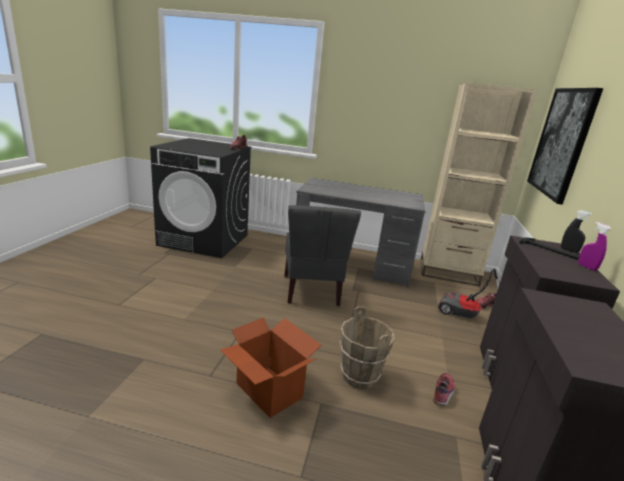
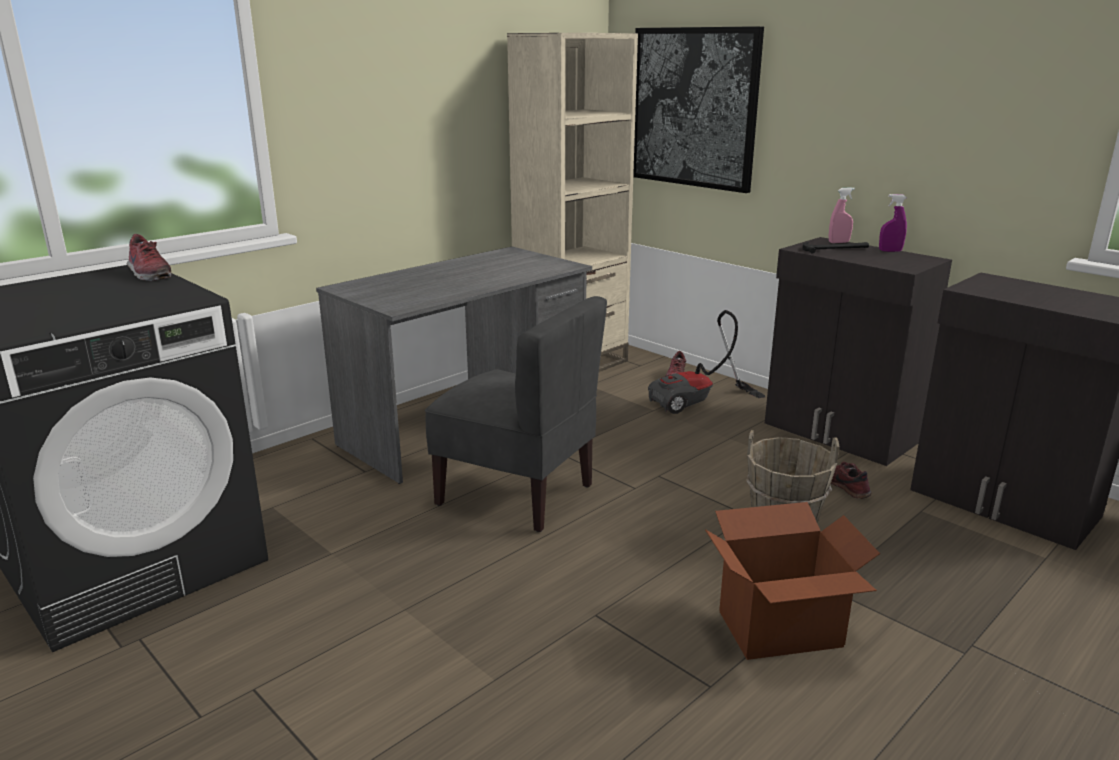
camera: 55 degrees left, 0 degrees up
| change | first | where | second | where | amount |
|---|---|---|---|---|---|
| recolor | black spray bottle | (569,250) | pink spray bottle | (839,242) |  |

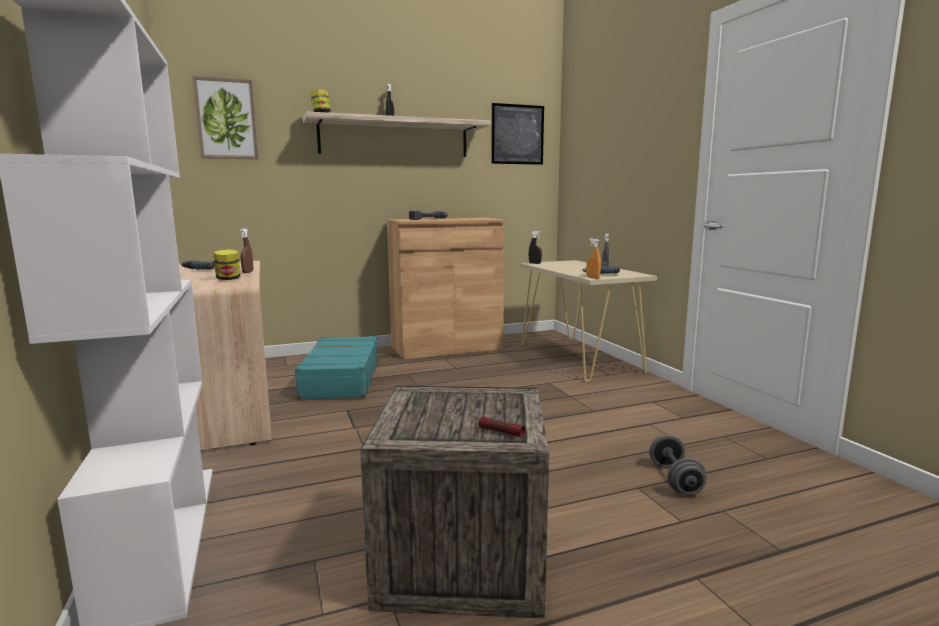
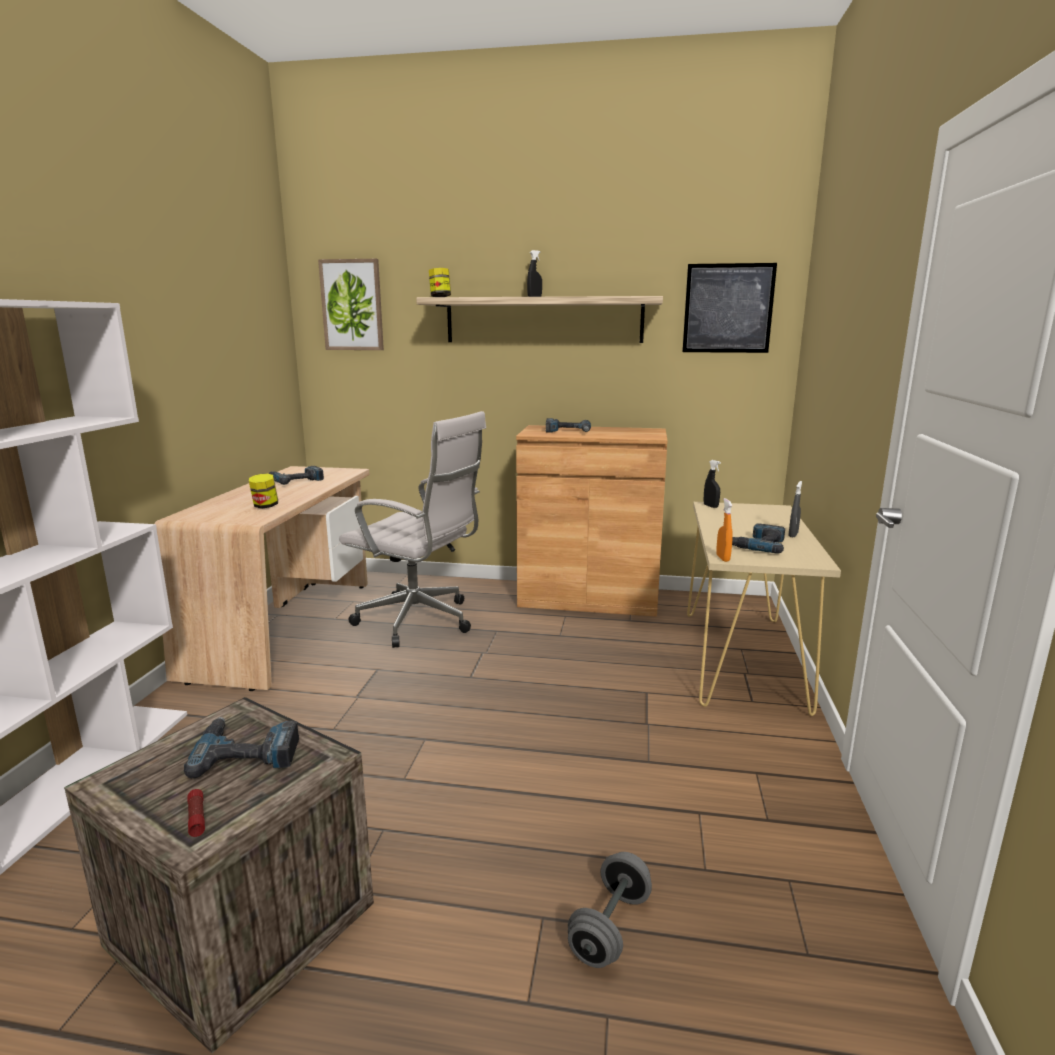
camera: 30 degrees right, 5 degrees up
| change | first | where | second | where | amount |
|---|---|---|---|---|---|
| delete | brown spray bottle | (248,272) |  |  |  |
| replace | turquoise suitcase | (340,379) | white office chair | (420,622) |  |
| insert |  |  | power drill | (247,751) |  |

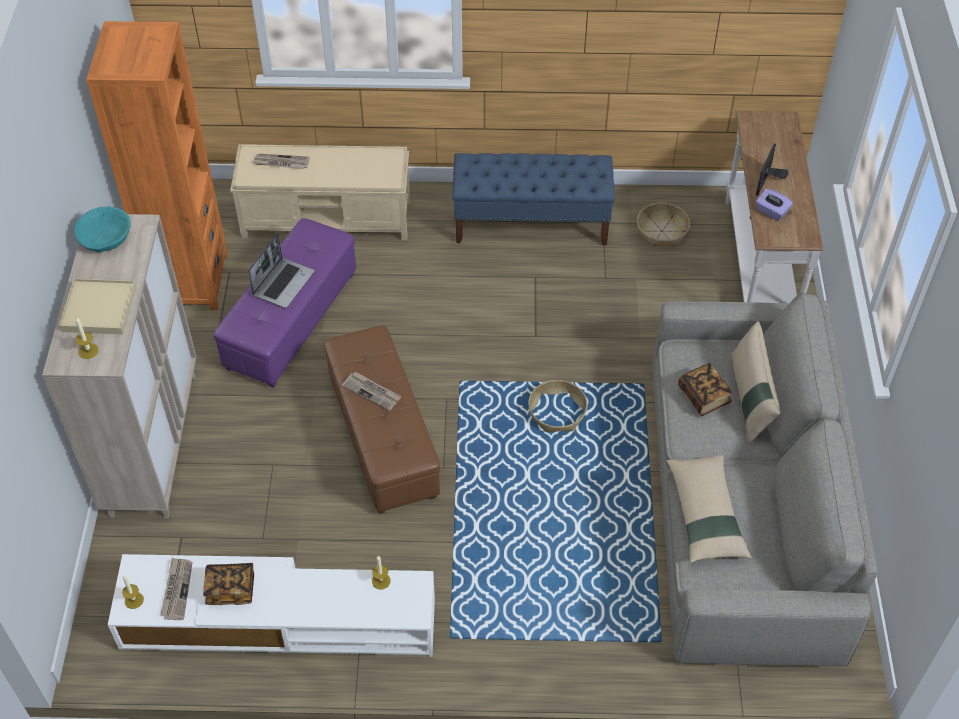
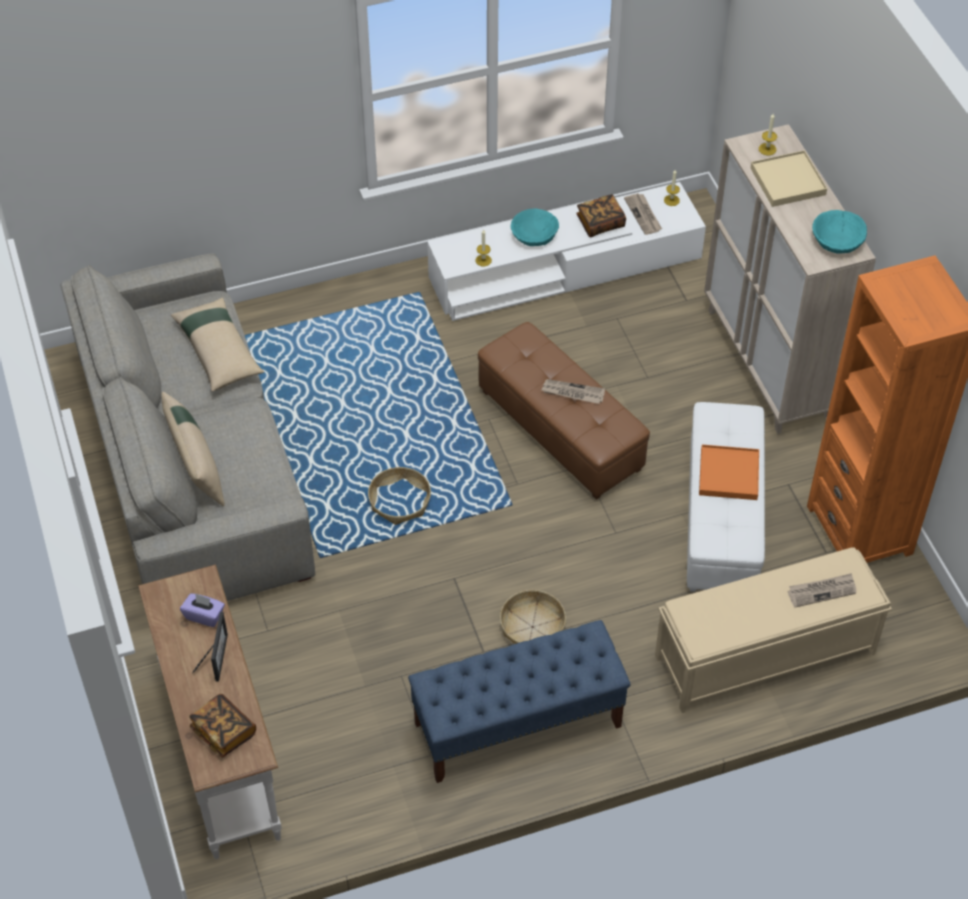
camera: 160 degrees right, 0 degrees up
| change | first | where | second | where | amount |
|---|---|---|---|---|---|
| move | basket | (662,231) |  | (532,627) |  |
| recolor | purple ottoman | (291,320) | white ottoman | (723,518) |  |
| replace | laptop | (283,283) | orange tray | (729,475) |  |
| move | book | (704,396) |  | (223,732) |  |
| insert |  |  | turquoise bowl | (534,235) |  |

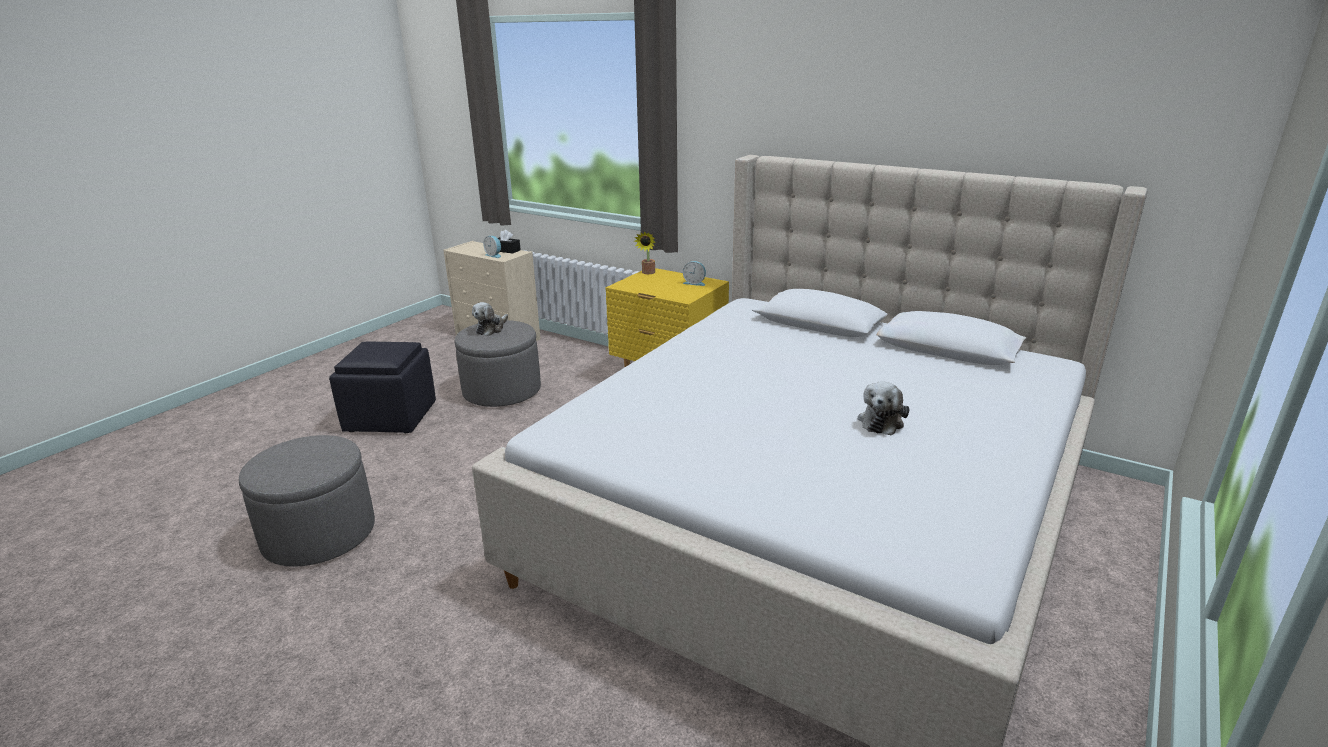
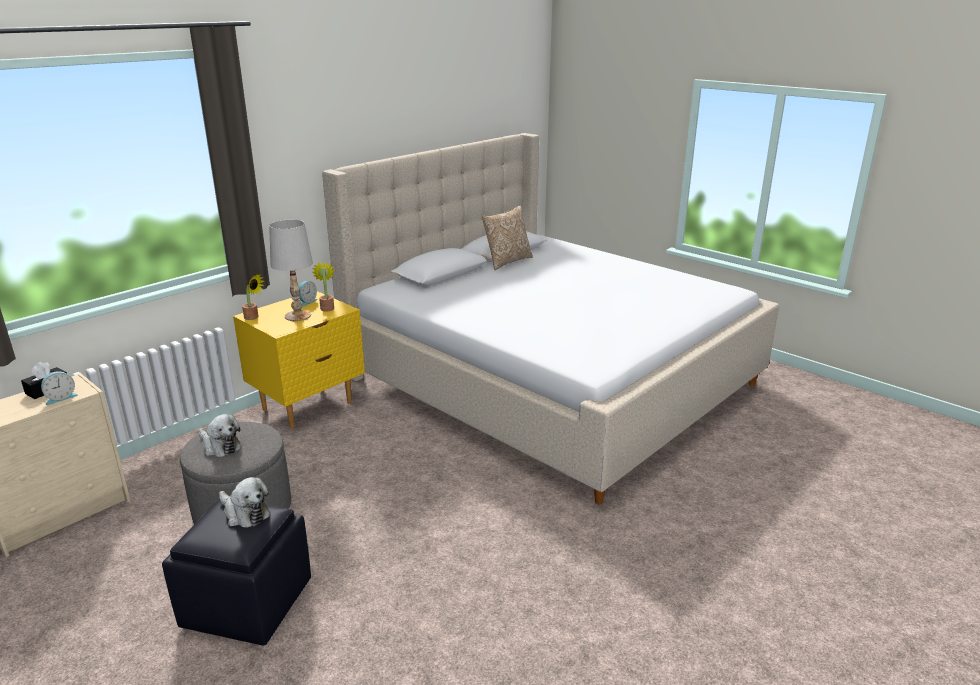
camera: 80 degrees left, 0 degrees up
| change | first | where | second | where | amount |
|---|---|---|---|---|---|
| move | plush toy | (881,421) |  | (245,513) |  |
| delete | grey ottoman | (319,535) |  |  |  |
| insert |  |  | pillow | (507,261) |  |
| insert |  |  | white table lamp | (297,316) |  |
| insert |  |  | potted plant | (327,307) |  |

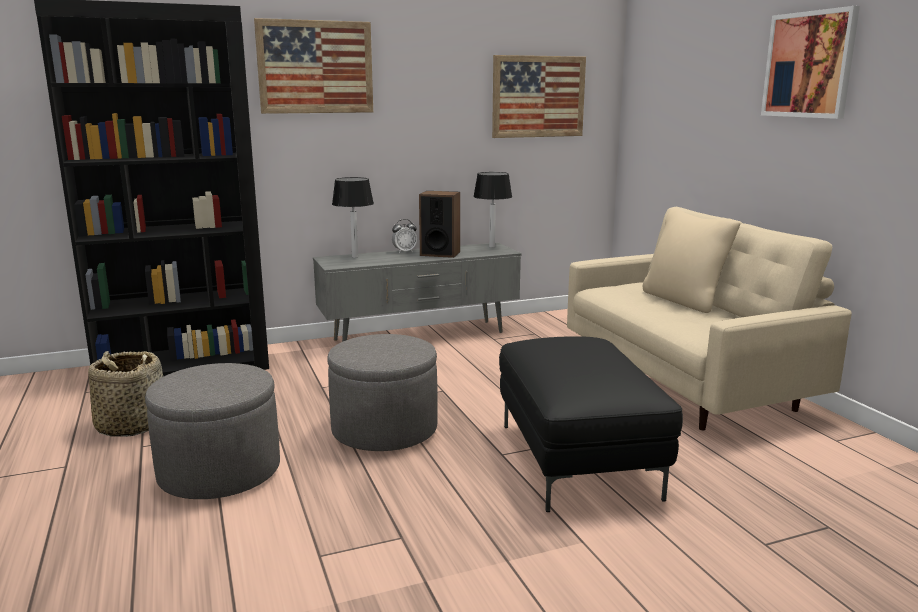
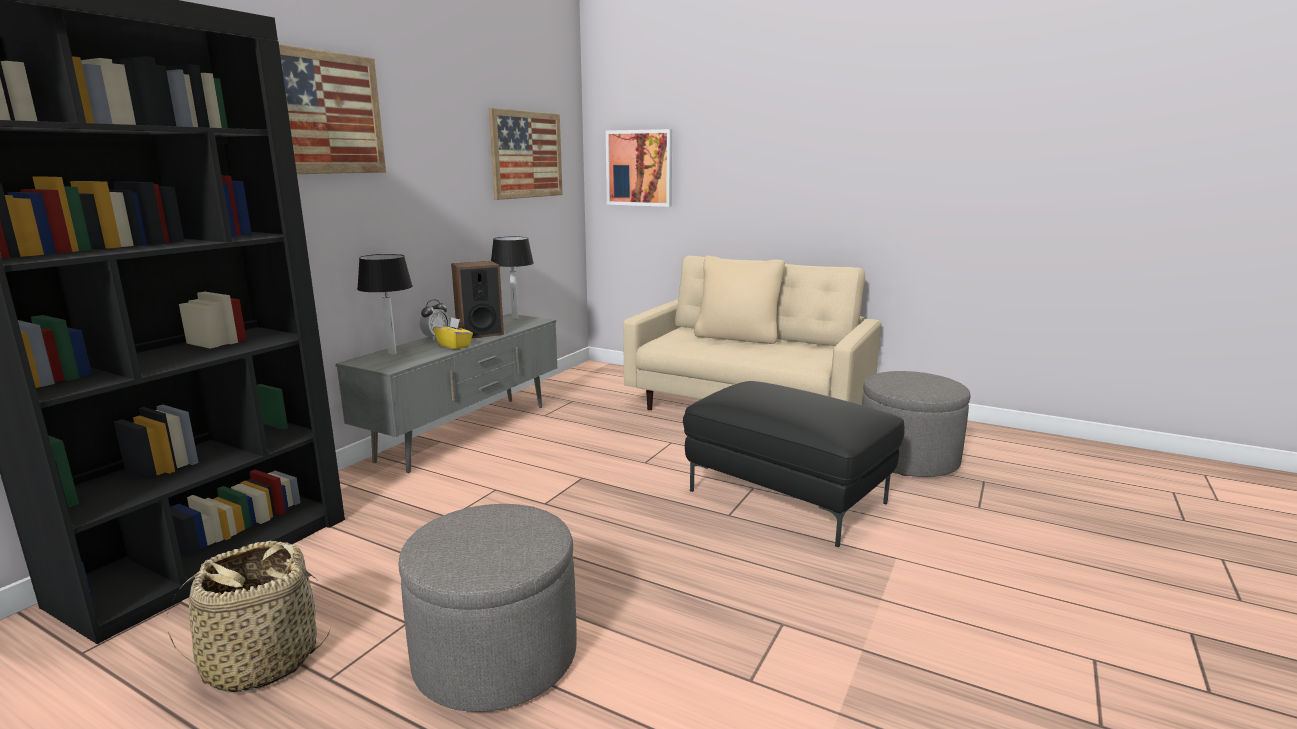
camera: 40 degrees left, 0 degrees up
| change | first | where | second | where | amount |
|---|---|---|---|---|---|
| move | picture | (809,65) |  | (639,168) |  |
| move | grey ottoman | (384,430) |  | (907,459) |  |
| insert |  |  | yellow tissue box | (454,346) |  |

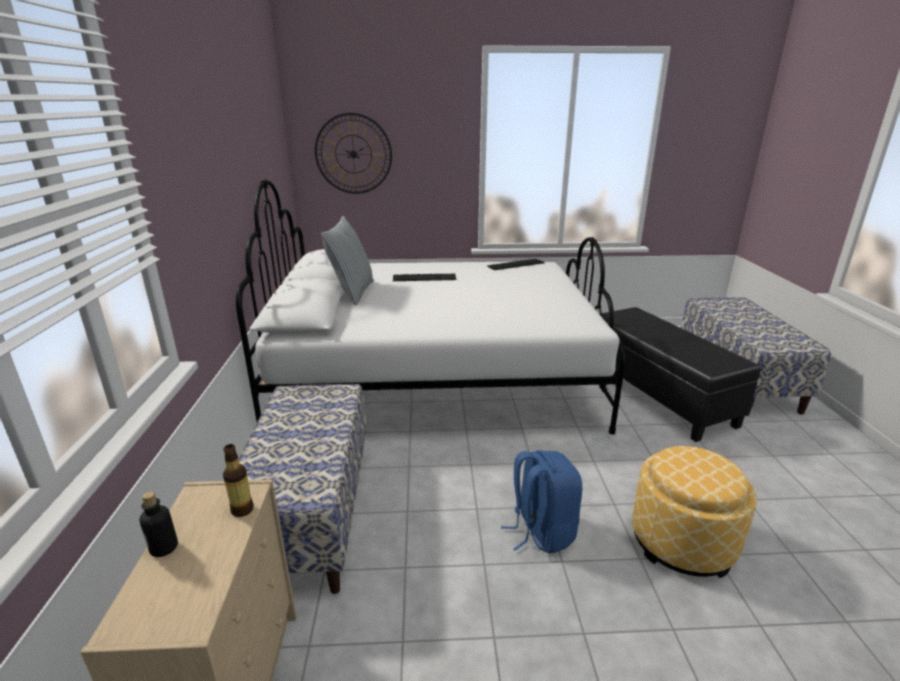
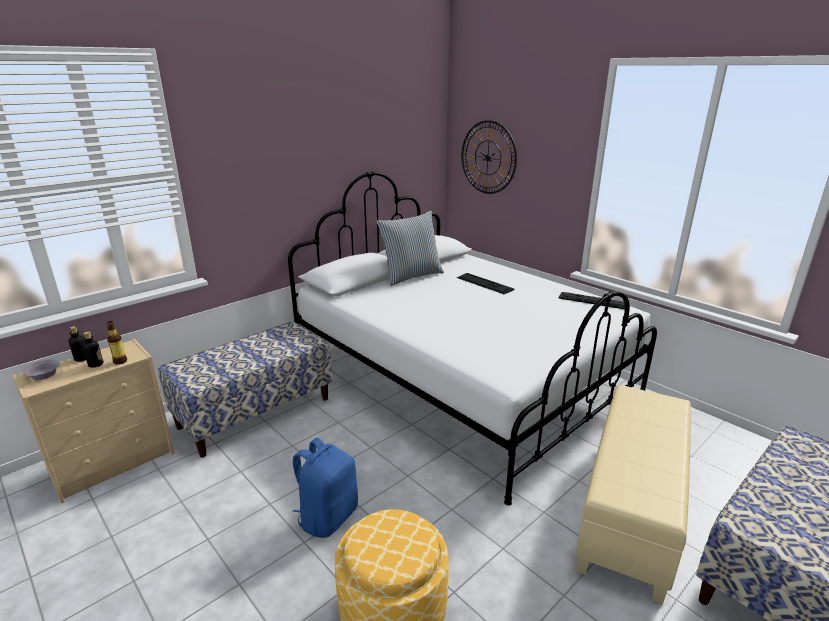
camera: 50 degrees right, 0 degrees up
| change | first | where | second | where | amount |
|---|---|---|---|---|---|
| recolor | black ottoman | (658,395) | beige ottoman | (631,511) |  |
| insert |  |  | bottle | (96,364) |  |
| insert |  |  | grey bowl | (43,375) |  |

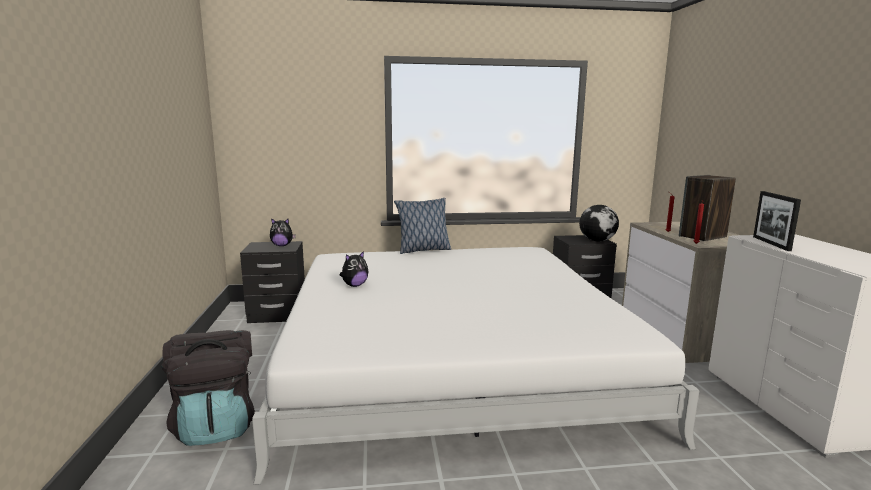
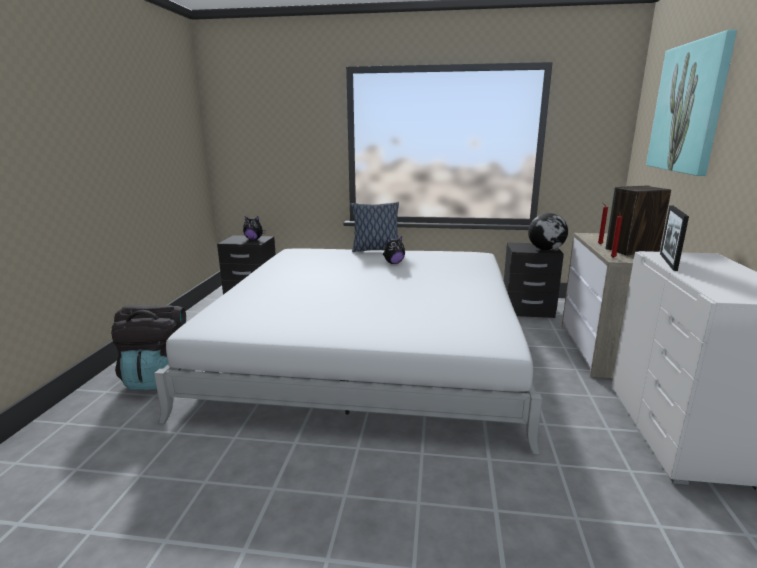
camera: 15 degrees right, 5 degrees up
| change | first | where | second | where | amount |
|---|---|---|---|---|---|
| move | plush toy | (354,285) |  | (393,263) |  |
| insert |  |  | picture | (689,108) |  |

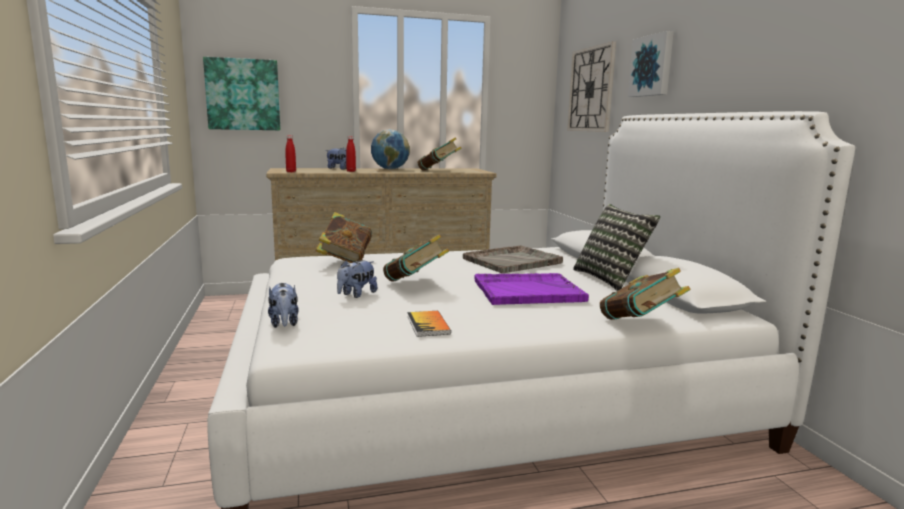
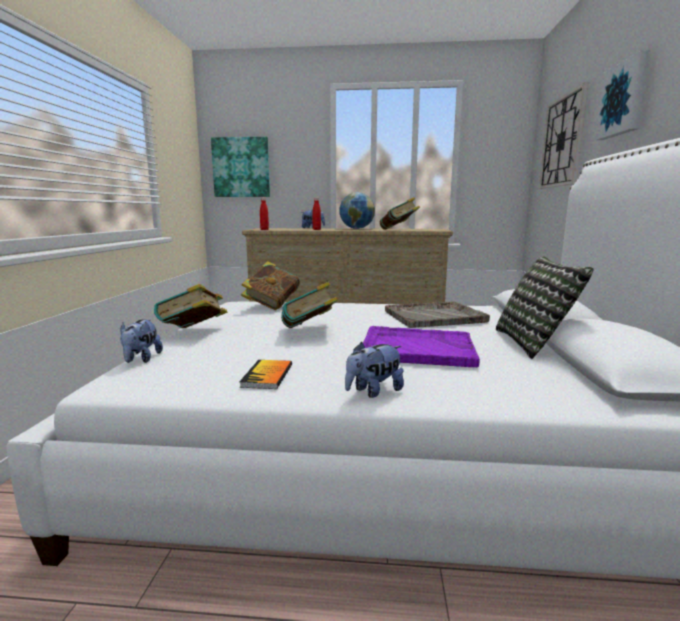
camera: 20 degrees right, 0 degrees up
| change | first | where | second | where | amount |
|---|---|---|---|---|---|
| move | plush toy | (356,294) |  | (373,391) |  |
| move | book | (639,324) |  | (194,333) |  |

